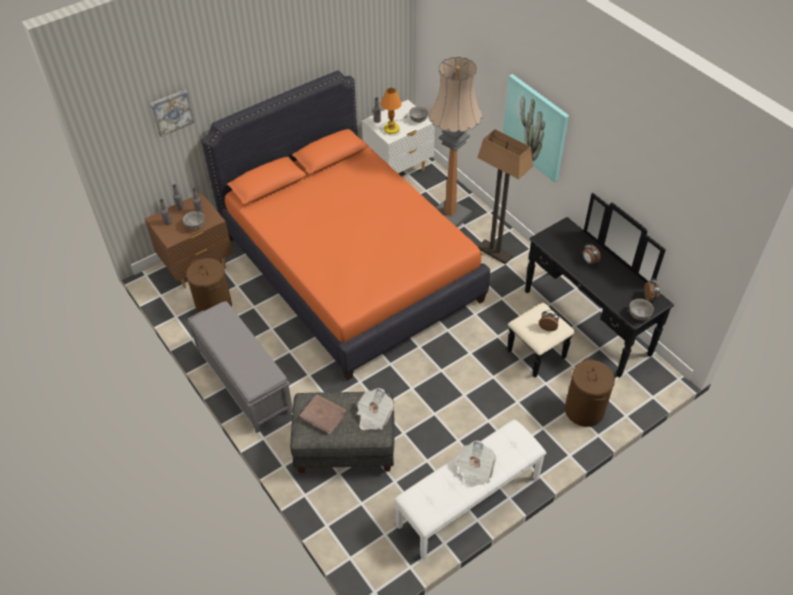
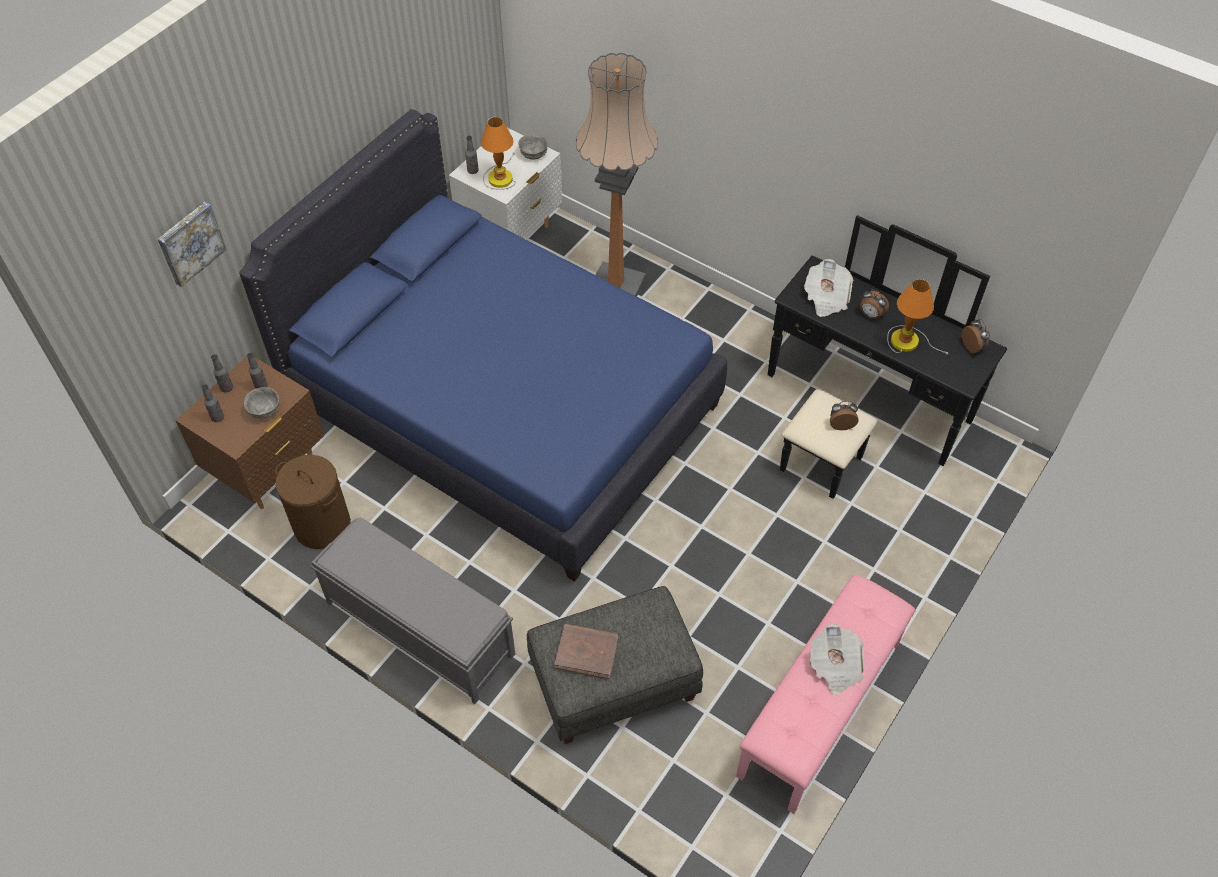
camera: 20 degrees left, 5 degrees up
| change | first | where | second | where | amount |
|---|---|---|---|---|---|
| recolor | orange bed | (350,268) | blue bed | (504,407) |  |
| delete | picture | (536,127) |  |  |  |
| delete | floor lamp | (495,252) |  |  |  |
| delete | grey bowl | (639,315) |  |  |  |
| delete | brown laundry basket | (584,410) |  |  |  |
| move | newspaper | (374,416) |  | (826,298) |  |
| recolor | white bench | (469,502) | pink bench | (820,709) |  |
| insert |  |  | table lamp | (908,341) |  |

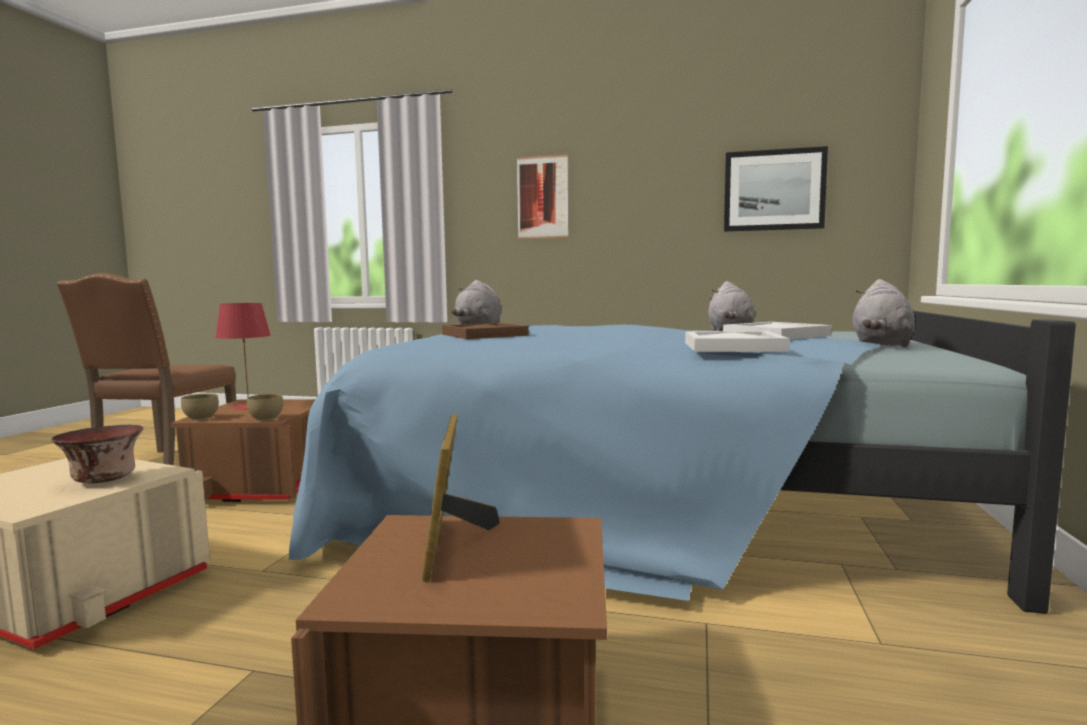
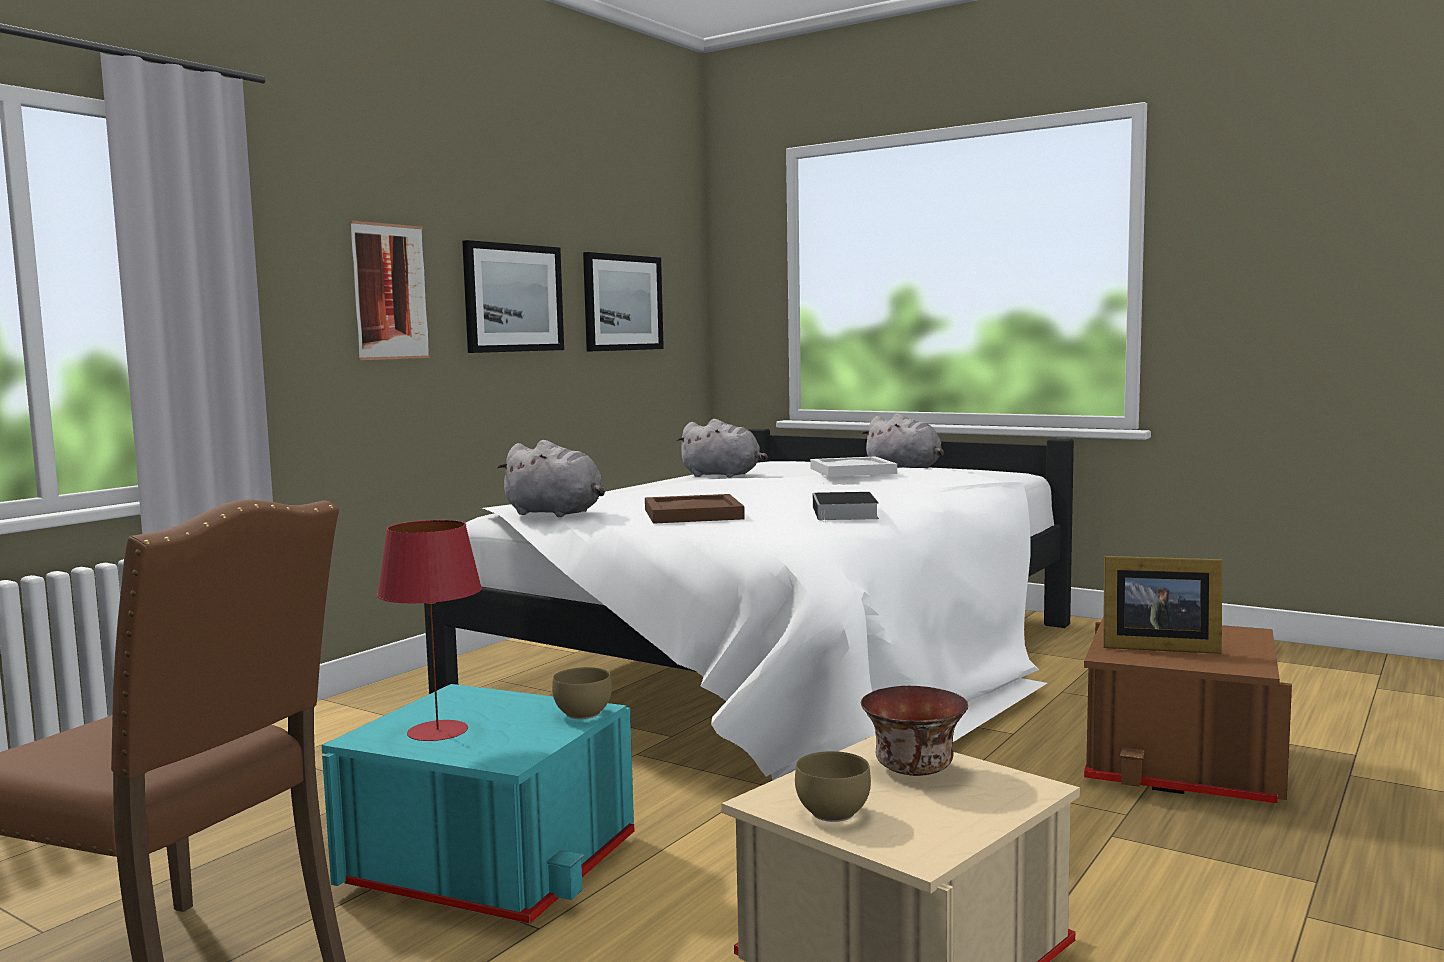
camera: 70 degrees left, 0 degrees up
| change | first | where | second | where | amount |
|---|---|---|---|---|---|
| recolor | blue bed | (648,497) | white bed | (790,667) |  |
| delete | white tray | (731,346) |  |  |  |
| move | brown bowl | (202,418) |  | (830,813) |  |
| recolor | brown storage box | (265,484) | turquoise storage box | (491,863) |  |
| insert |  |  | picture | (513,298) |  |
| insert |  |  | book | (845,513) |  |

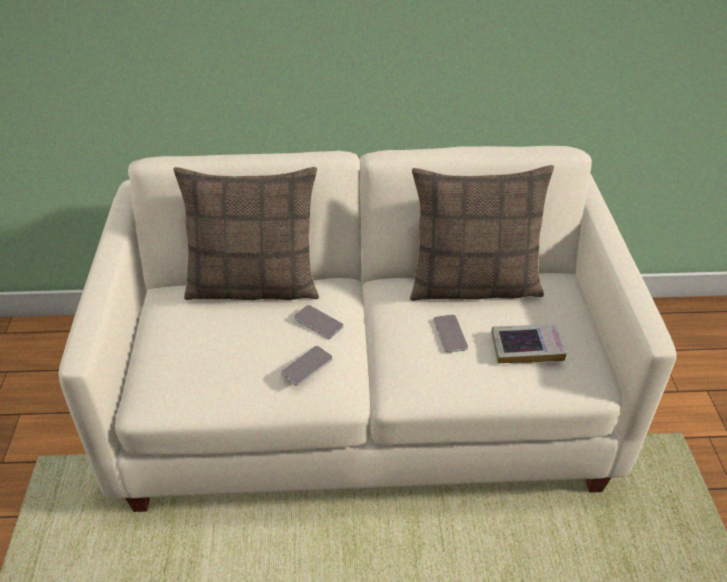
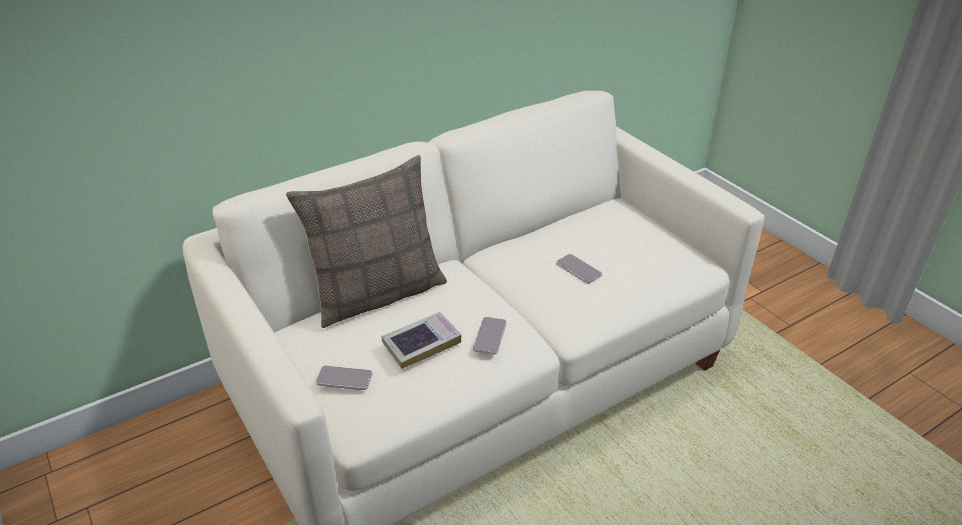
camera: 30 degrees left, 5 degrees down
| change | first | where | second | where | amount |
|---|---|---|---|---|---|
| delete | pillow | (473,284) |  |  |  |
| move | phone | (318,322) |  | (344,378) |  |
| move | book | (527,347) |  | (421,343) |  |

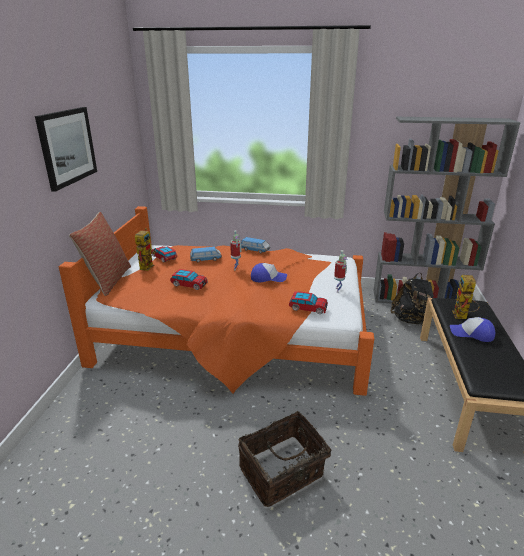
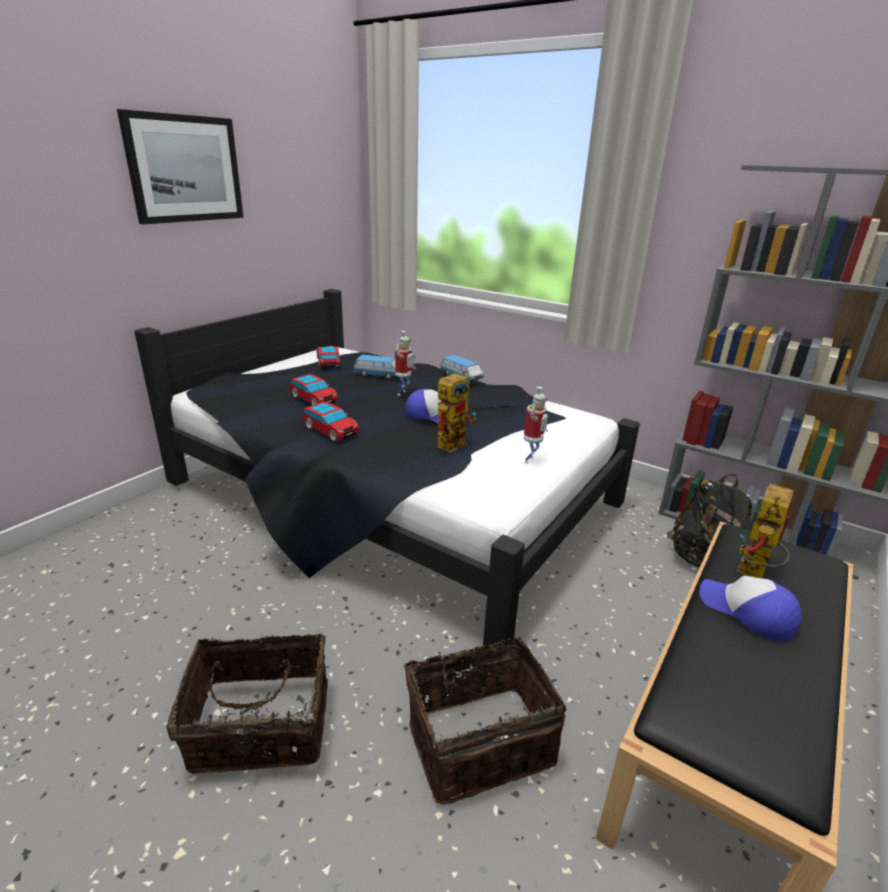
camera: 25 degrees right, 0 degrees up
| change | first | where | second | where | amount |
|---|---|---|---|---|---|
| recolor | orange bed | (236,334) | black bed | (393,498) |  |
| delete | pillow | (108,280) |  |  |  |
| move | toy robot | (147,265) |  | (454,442) |  |
| move | toy car | (308,308) |  | (330,430) |  |
| insert |  |  | basket | (478,738) |  |

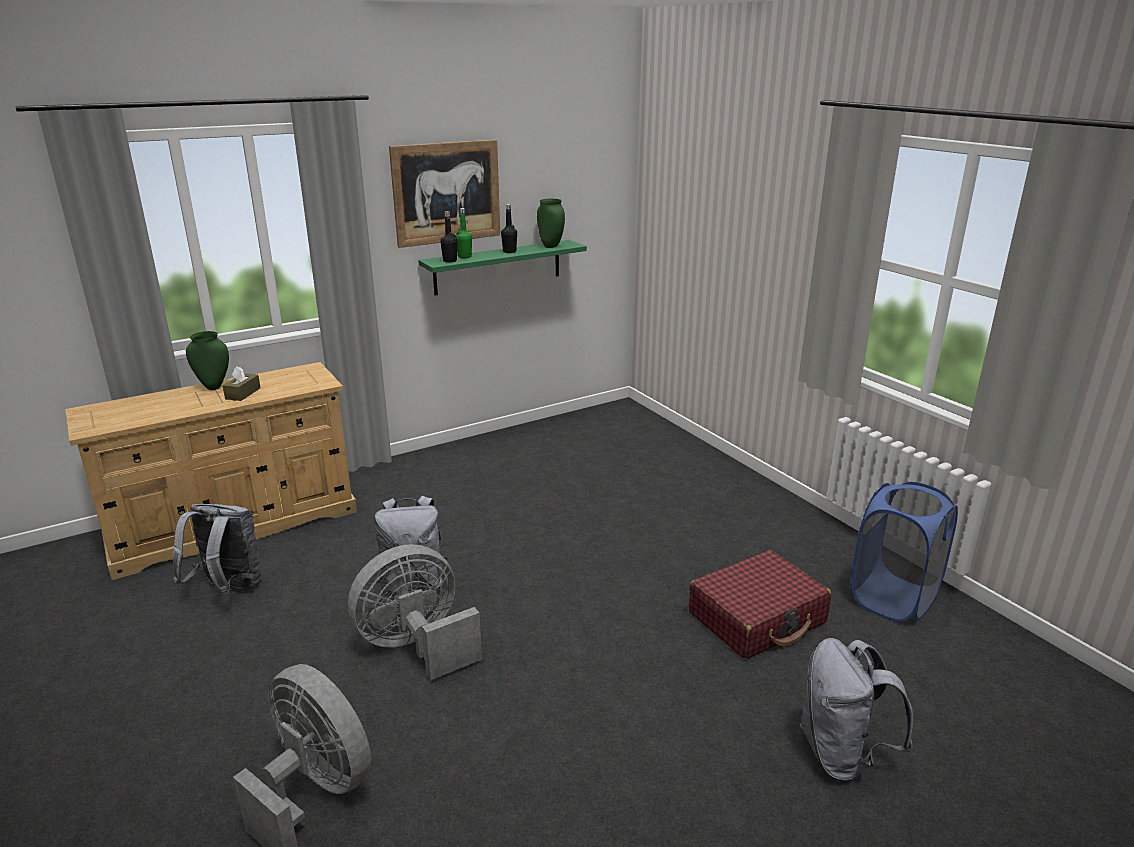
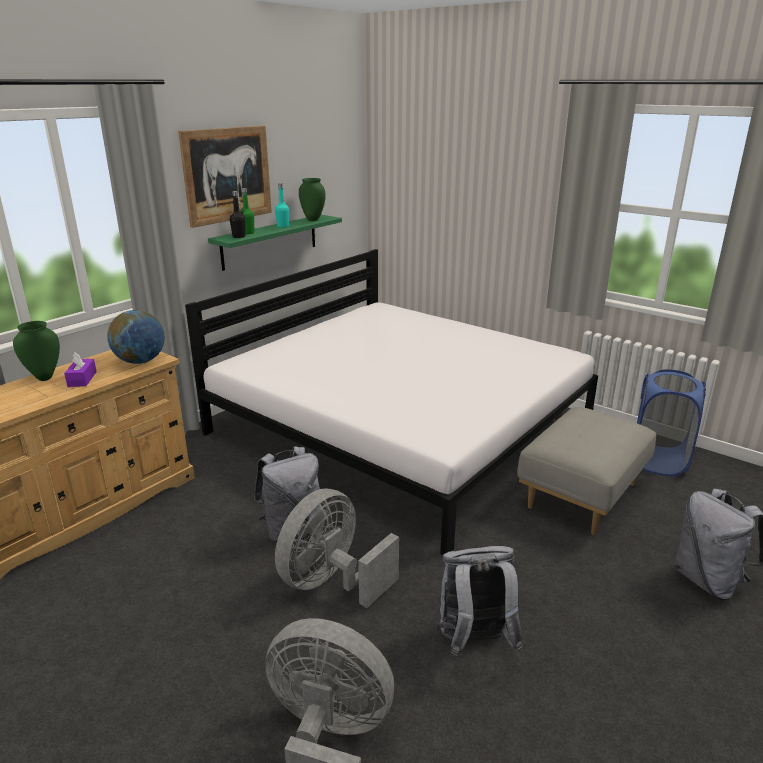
camera: 20 degrees left, 0 degrees up
| change | first | where | second | where | amount |
|---|---|---|---|---|---|
| recolor | black bottle | (509,252) | turquoise bottle | (283,226) |  |
| recolor | brown tissue box | (243,393) | purple tissue box | (82,379) |  |
| move | grey backpack | (228,589) |  | (474,641) |  |
| replace | red suitcase | (757,618) | grey ottoman | (581,495) |  |
| insert |  |  | white bed | (401,426) |  |
| insert |  |  | globe | (140,361) |  |

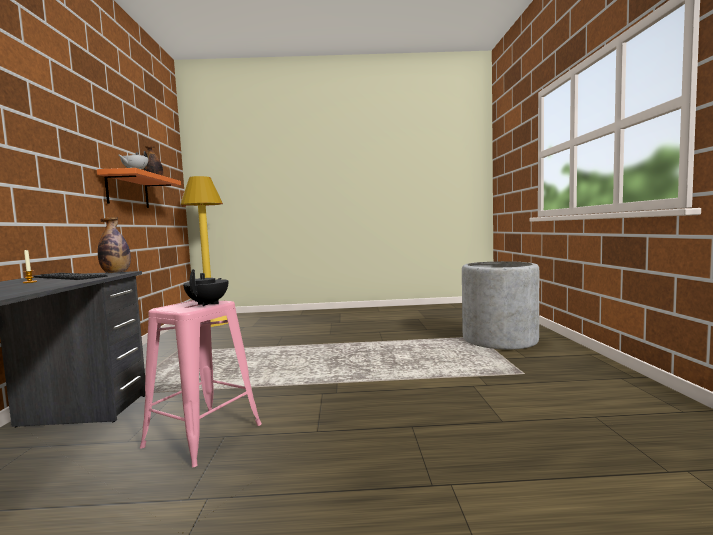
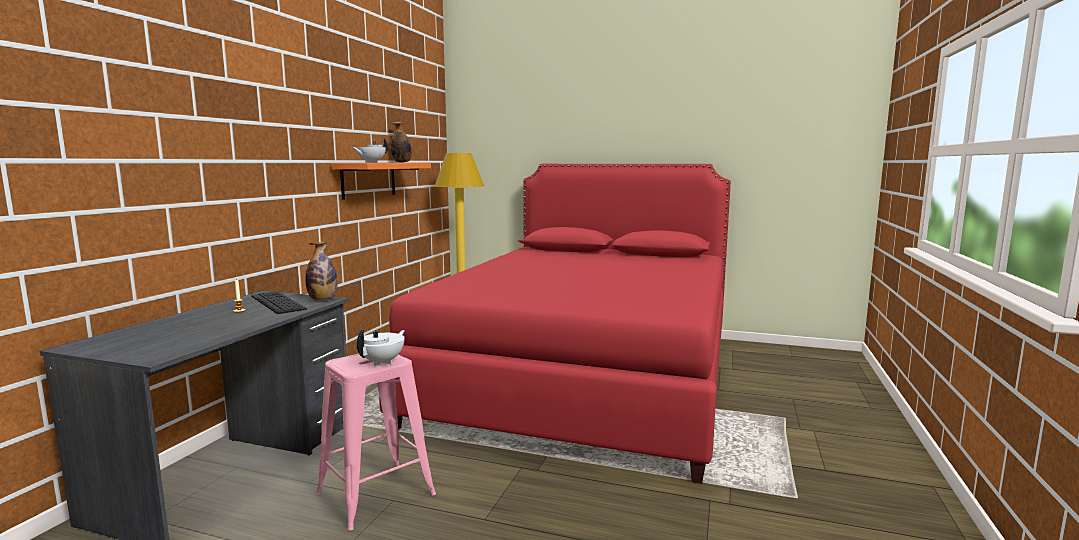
camera: 20 degrees right, 5 degrees up
| change | first | where | second | where | amount |
|---|---|---|---|---|---|
| delete | grey planter | (499,339) |  |  |  |
| recolor | black teapot | (208,304) | white teapot | (383,362) |  |
| insert |  |  | red bed | (586,376) |  |

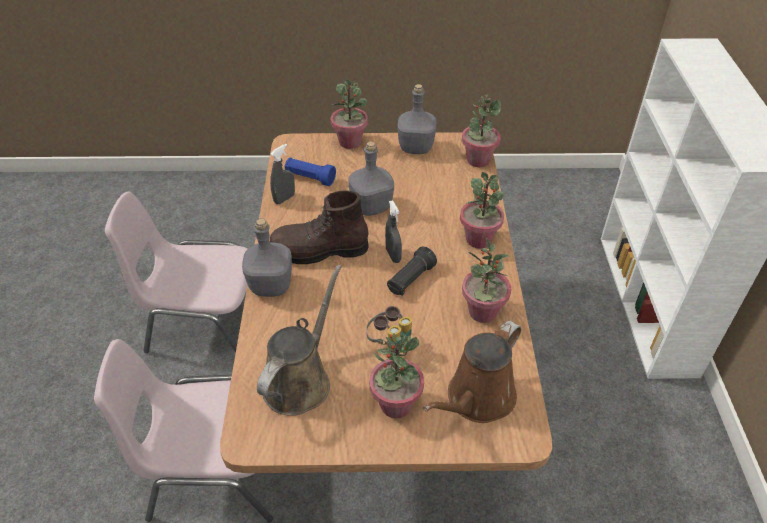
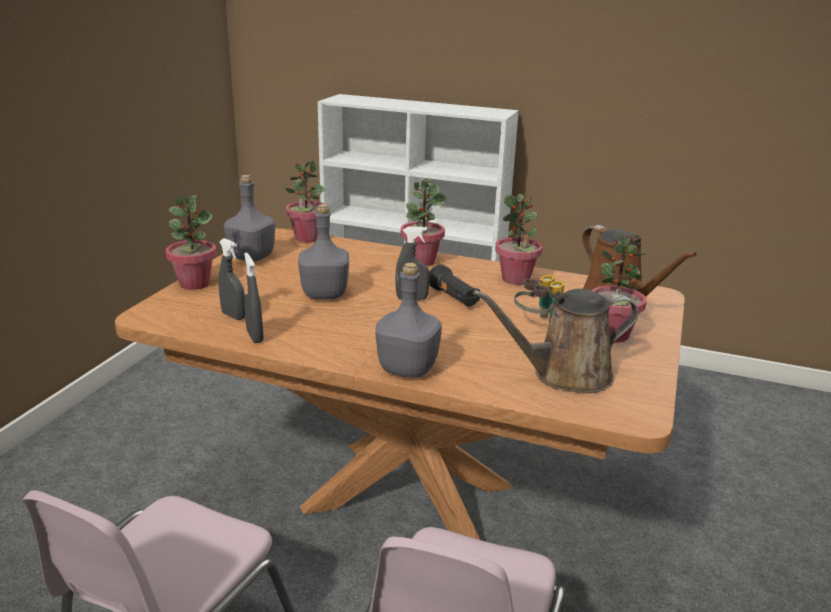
camera: 70 degrees left, 20 degrees down
| change | first | where | second | where | amount |
|---|---|---|---|---|---|
| replace | blue flashlight | (310,178) | grey spray bottle | (233,316) |  |
| delete | brown boot | (320,251) |  |  |  |
| rotate | brown watering can | (300,380) |  | (564,375) | 60 degrees counterclockwise |

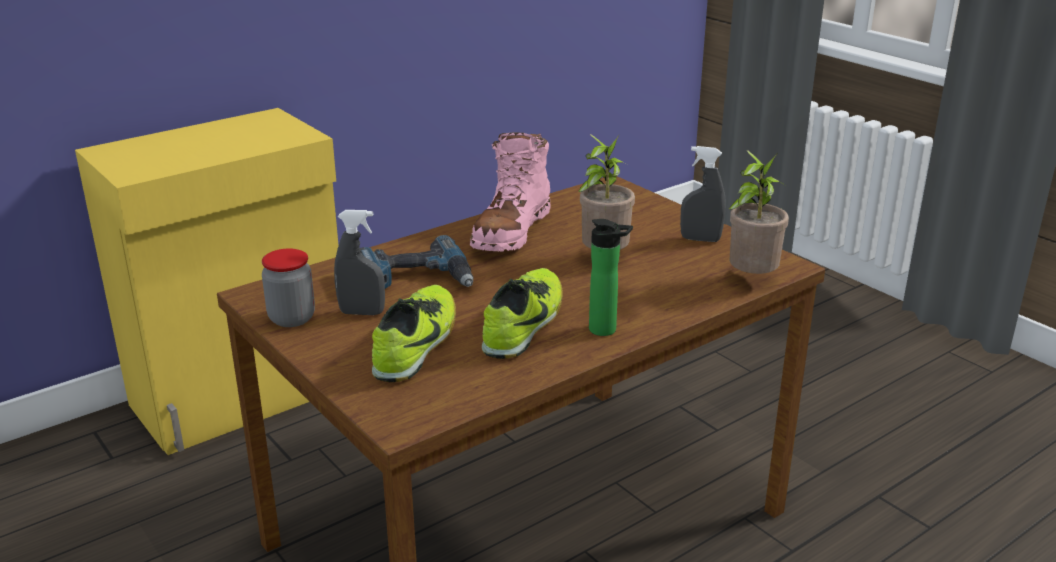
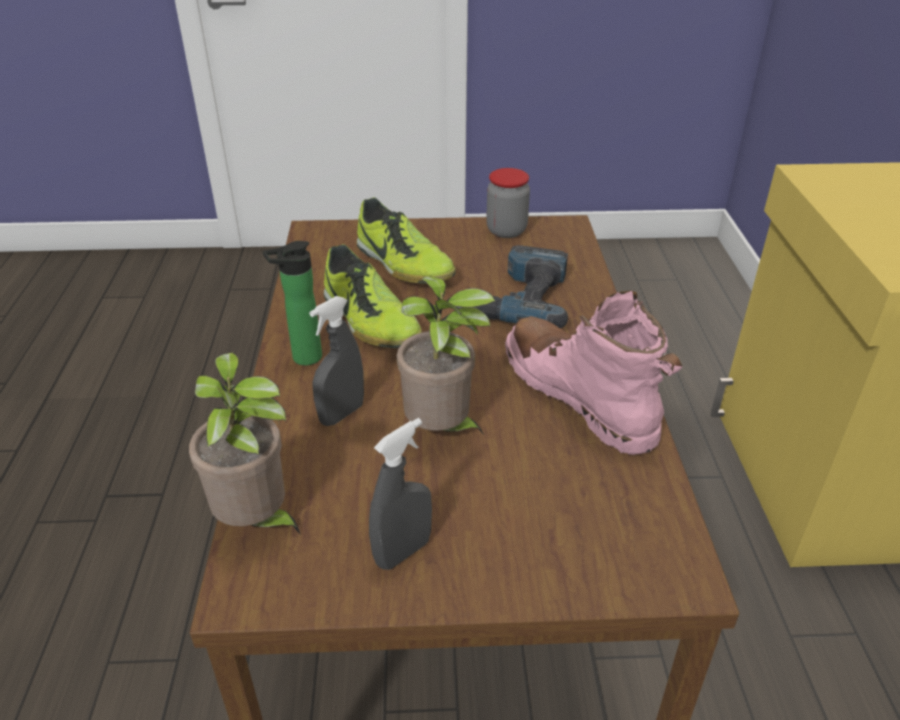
camera: 125 degrees right, 10 degrees up
| change | first | where | second | where | amount |
|---|---|---|---|---|---|
| move | grey spray bottle | (362,313) |  | (341,414) |  |

